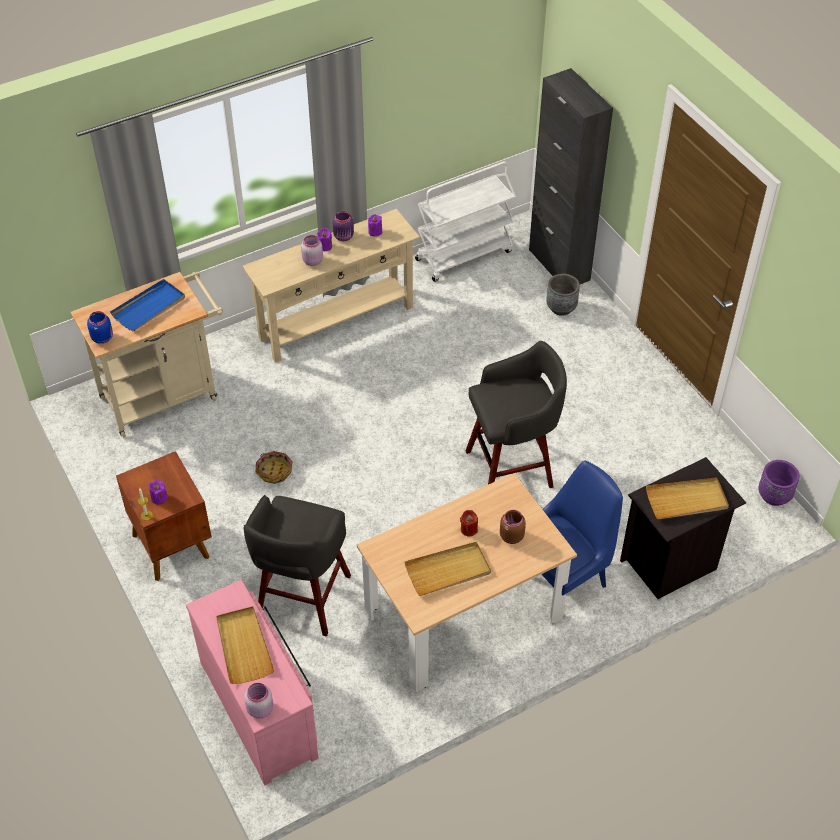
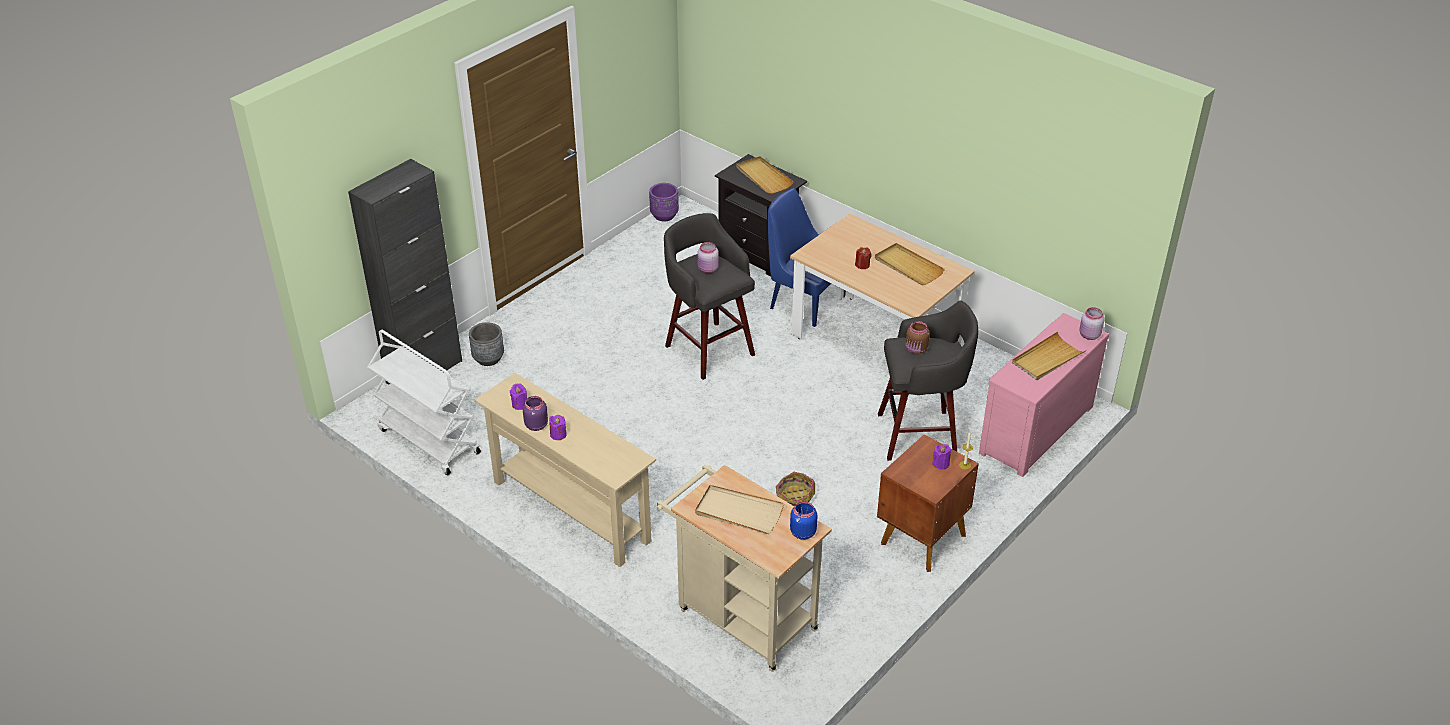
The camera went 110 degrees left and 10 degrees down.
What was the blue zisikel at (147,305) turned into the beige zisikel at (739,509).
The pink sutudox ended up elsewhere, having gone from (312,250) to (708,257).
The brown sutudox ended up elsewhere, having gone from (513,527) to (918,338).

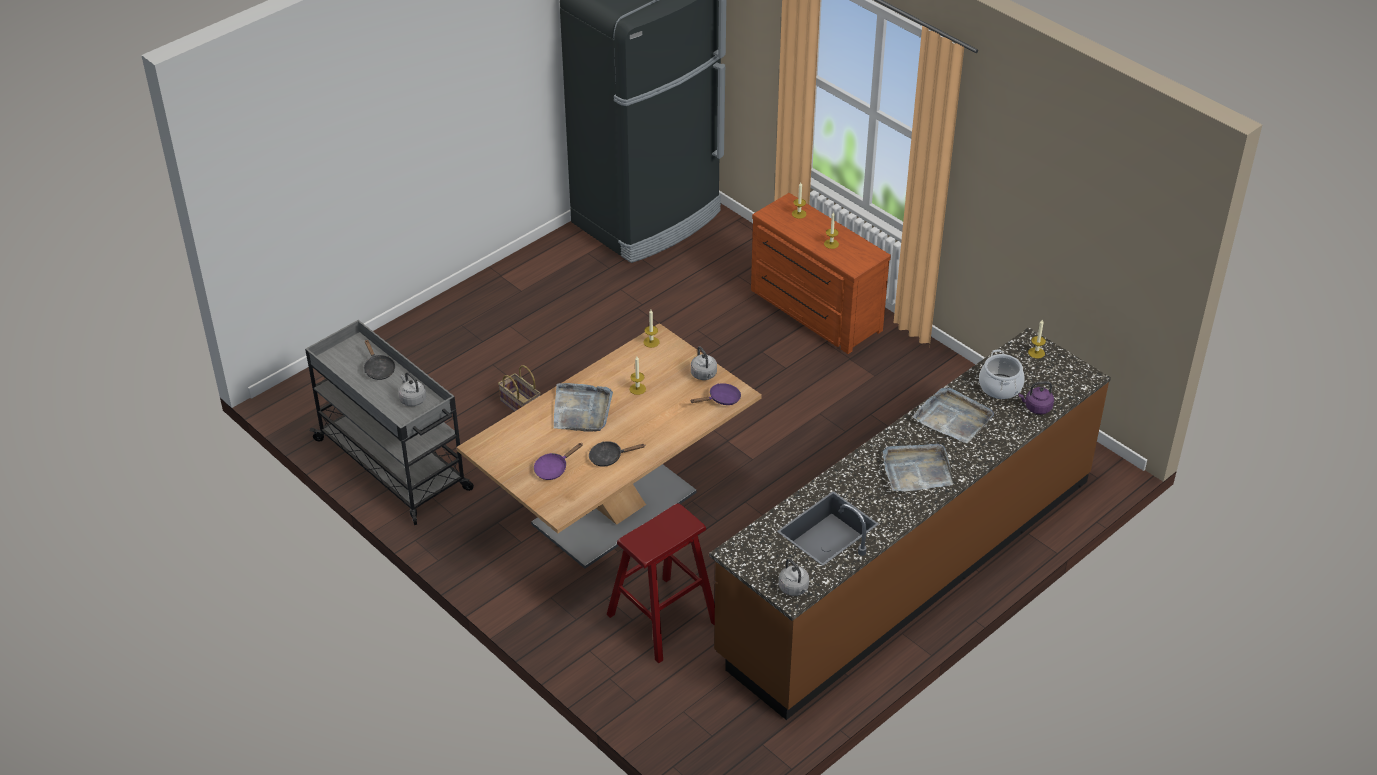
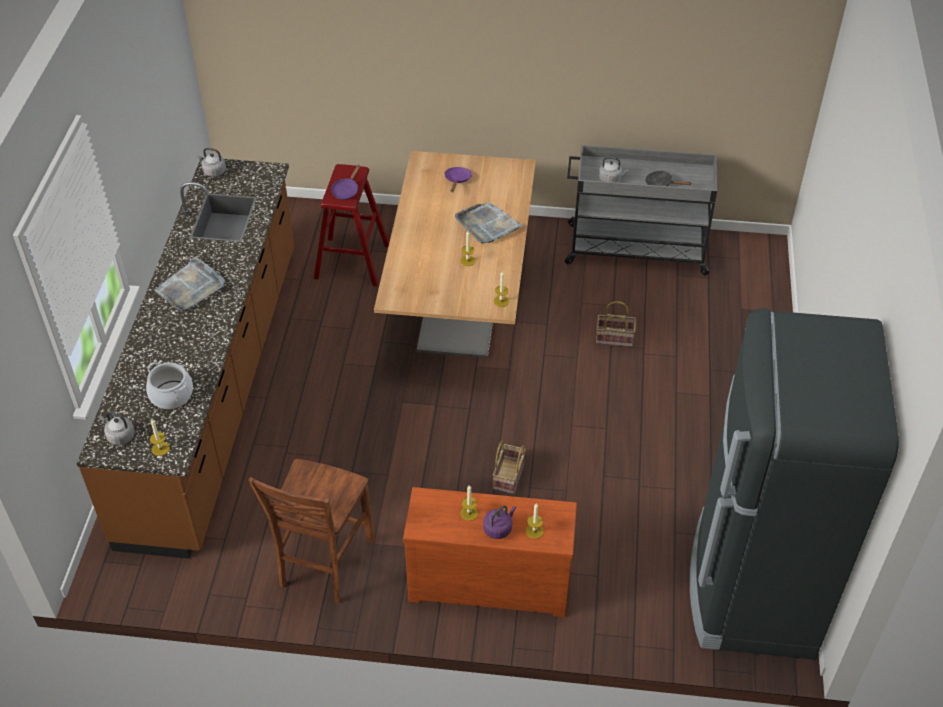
The camera went 140 degrees right and 5 degrees up.
The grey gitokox ended up elsewhere, having gone from (704,363) to (117,428).
The second view gained the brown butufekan at (311,531).
The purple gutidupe ended up elsewhere, having gone from (715,394) to (345,182).
The purple gitokox ended up elsewhere, having gone from (1036,397) to (499,522).
The second view gained the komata at (509,467).
The second view lost the black gutidupe at (617,454).
The second view lost the grey zisikel at (953,415).

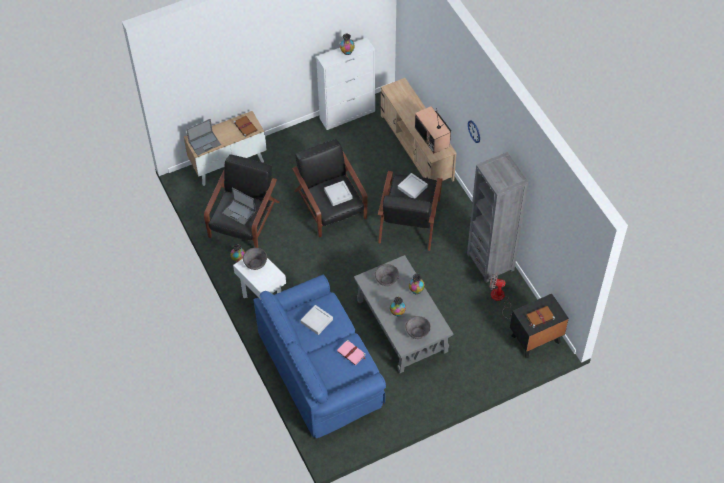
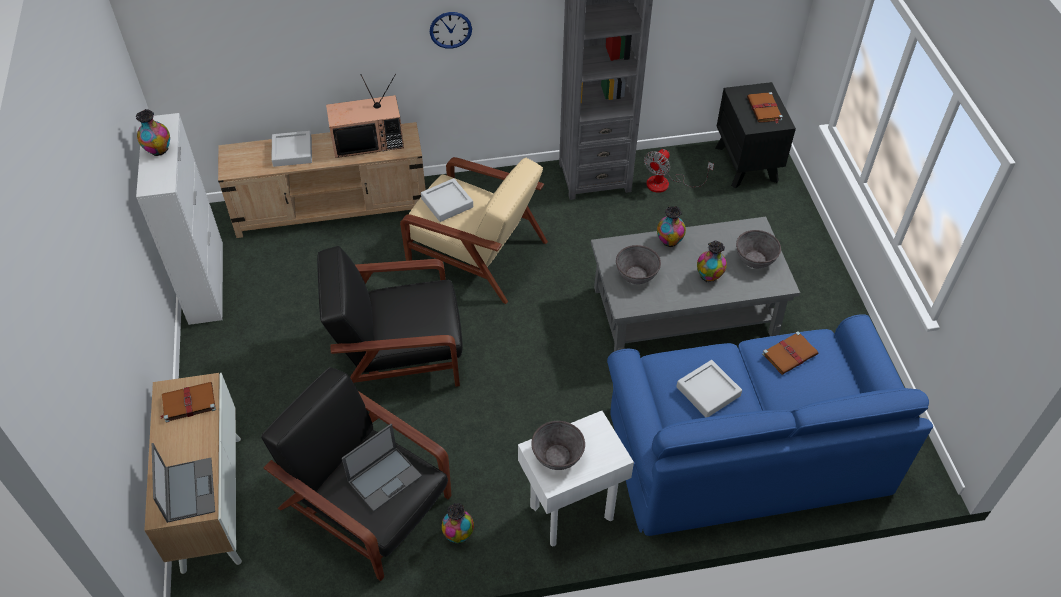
The camera went 75 degrees left and 5 degrees down.
The grey zisikel ended up elsewhere, having gone from (338,193) to (291,149).
What was the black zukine at (410,211) turned into the beige zukine at (474,230).
What was the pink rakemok at (351,352) turned into the brown rakemok at (790,353).

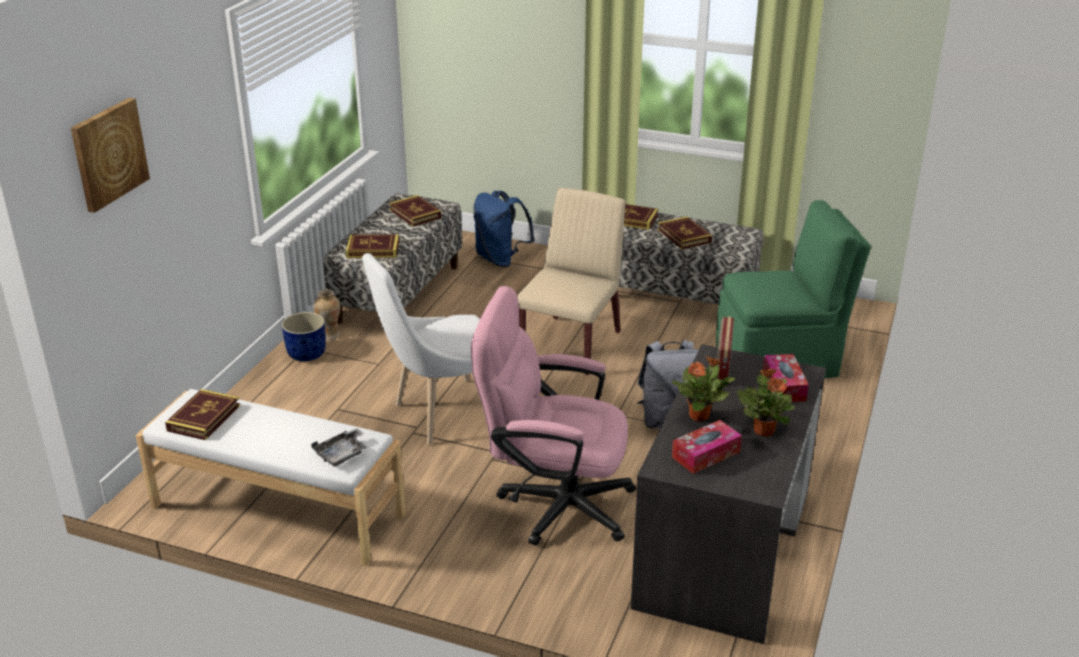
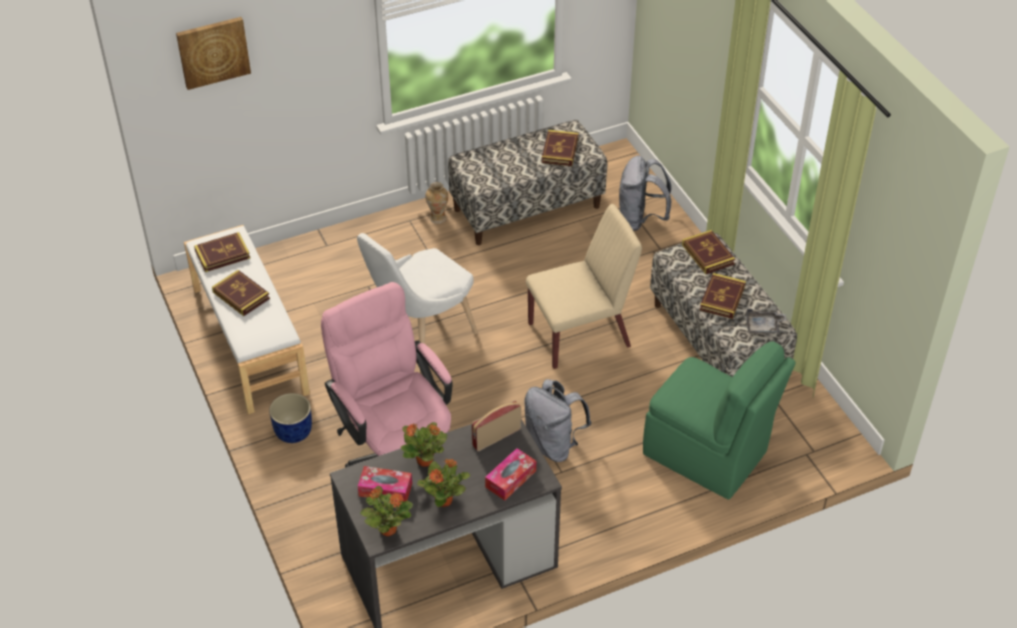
The camera went 45 degrees right and 15 degrees up.
The rakemok ended up elsewhere, having gone from (372,246) to (241,293).
The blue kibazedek ended up elsewhere, having gone from (304,336) to (290,418).
The white butufekan at (421,349) ended up facing another way, 60 degrees counterclockwise from before.
The second view gained the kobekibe at (386,511).
What was the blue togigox at (504,229) turned into the grey togigox at (645,193).
The grey zisikel ended up elsewhere, having gone from (339,447) to (766,321).

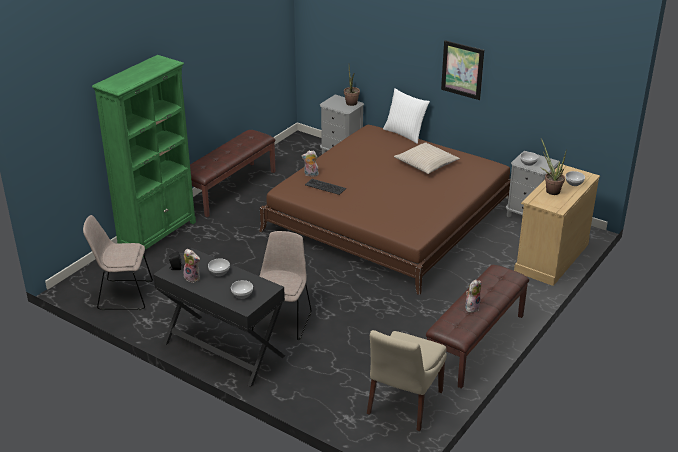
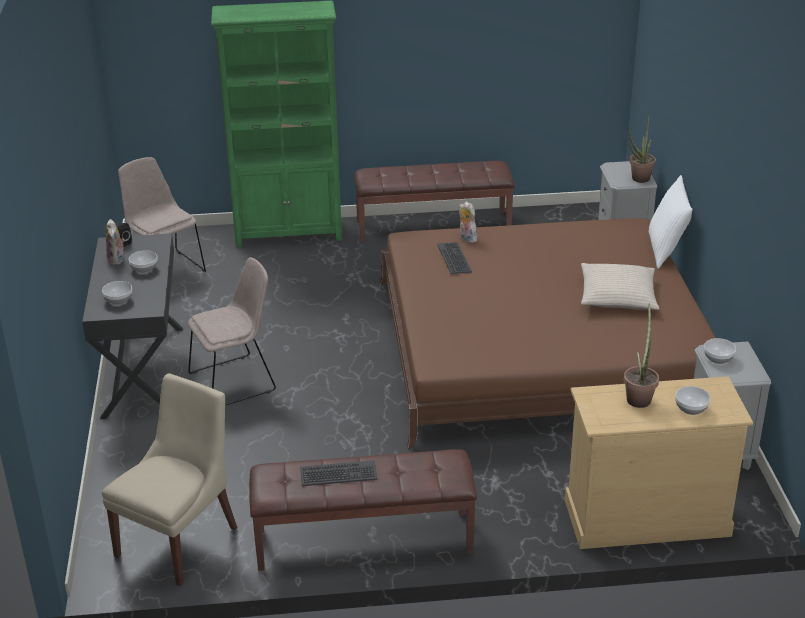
The camera went 50 degrees right and 0 degrees up.
The beige butufekan at (407,380) ended up facing another way, 135 degrees clockwise from before.
Where the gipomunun stood at (473,296), the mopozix came to stand at (338,473).
The second view lost the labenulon at (462,70).

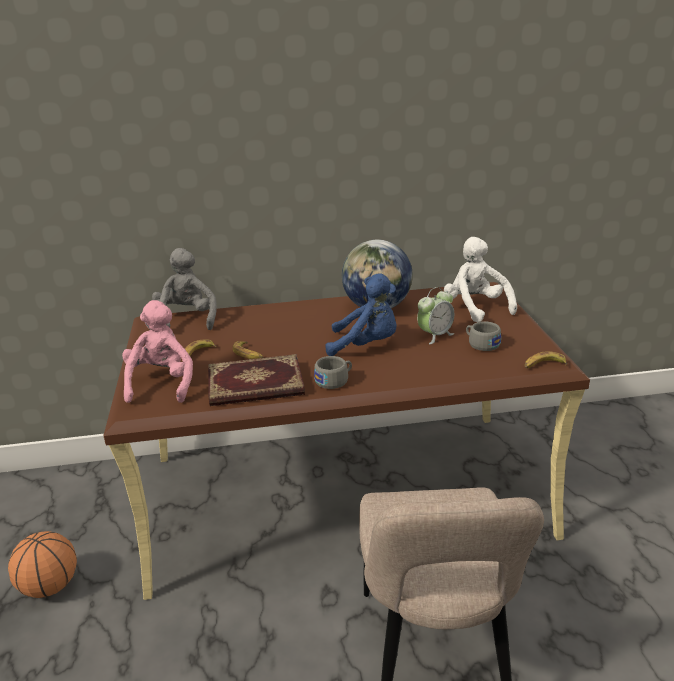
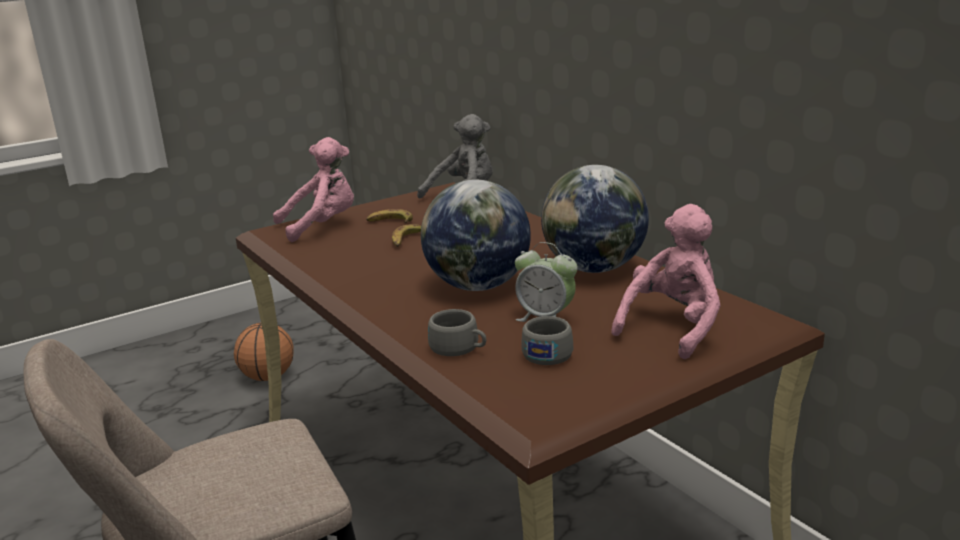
The camera went 65 degrees right and 5 degrees down.
Where the blue gipomunun stood at (361,314), the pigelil came to stand at (476,235).
The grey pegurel ended up elsewhere, having gone from (333,372) to (457,332).
What was the white gipomunun at (480,279) turned into the pink gipomunun at (666,281).
The second view lost the rakemok at (256,380).
The second view lost the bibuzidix at (546,359).

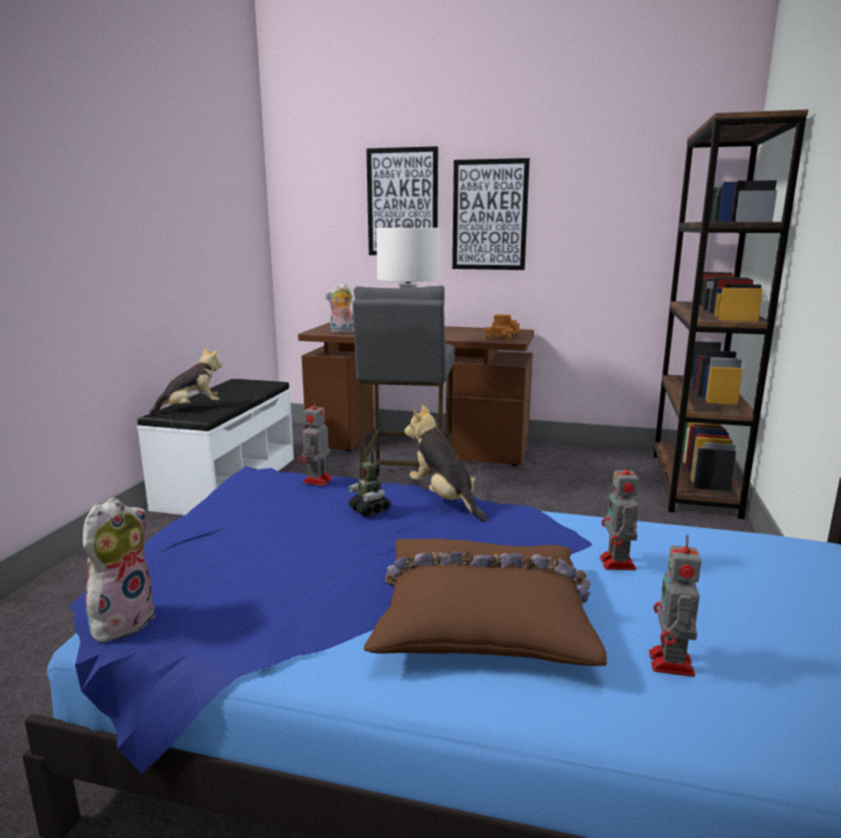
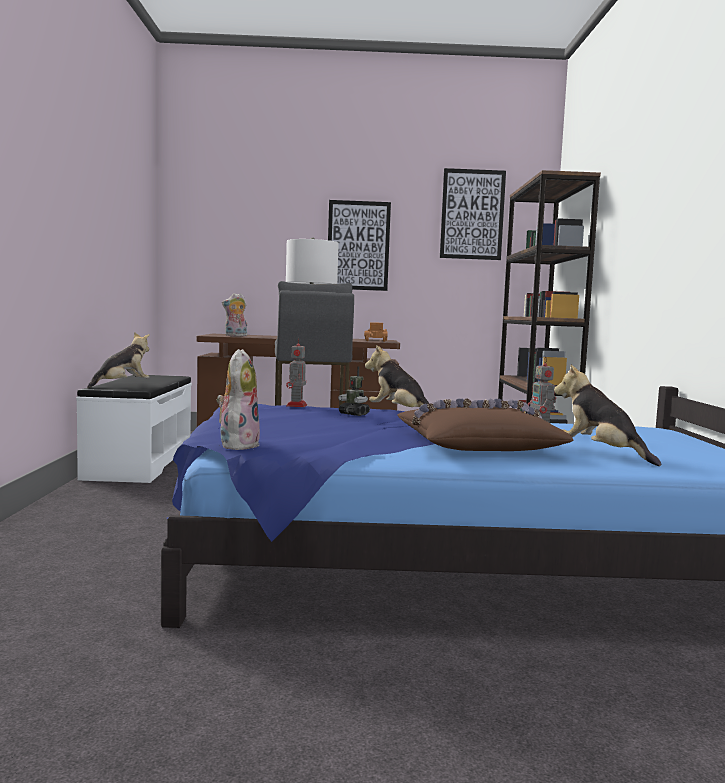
The camera went 15 degrees left and 10 degrees down.
The labenulon ended up elsewhere, having gone from (402,200) to (473,214).
Where the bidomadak stood at (675,606), the gipomunun came to stand at (607,415).

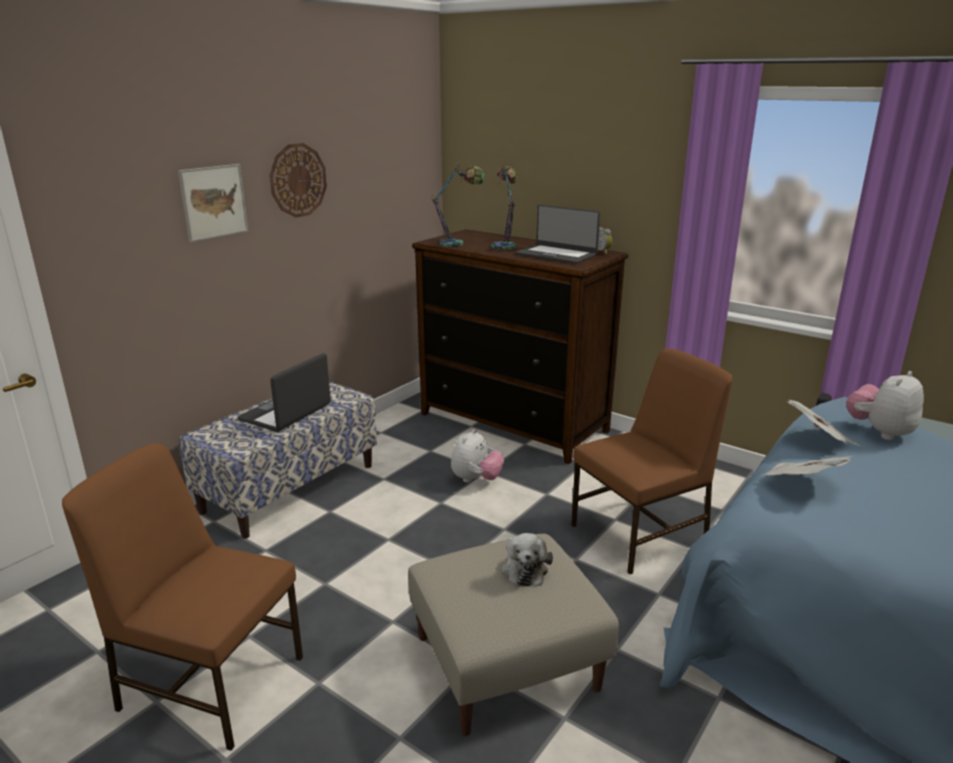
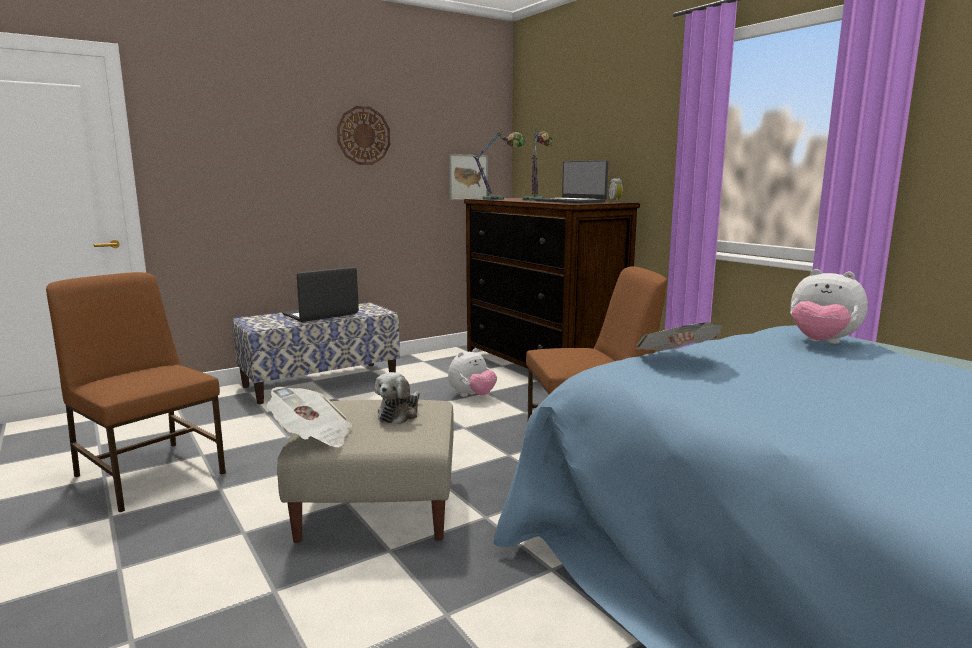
The camera went 20 degrees right and 10 degrees down.
The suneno ended up elsewhere, having gone from (824,423) to (309,417).
The labenulon ended up elsewhere, having gone from (213,203) to (468,177).
The gipomunun at (885,405) ended up facing another way, 120 degrees counterclockwise from before.

